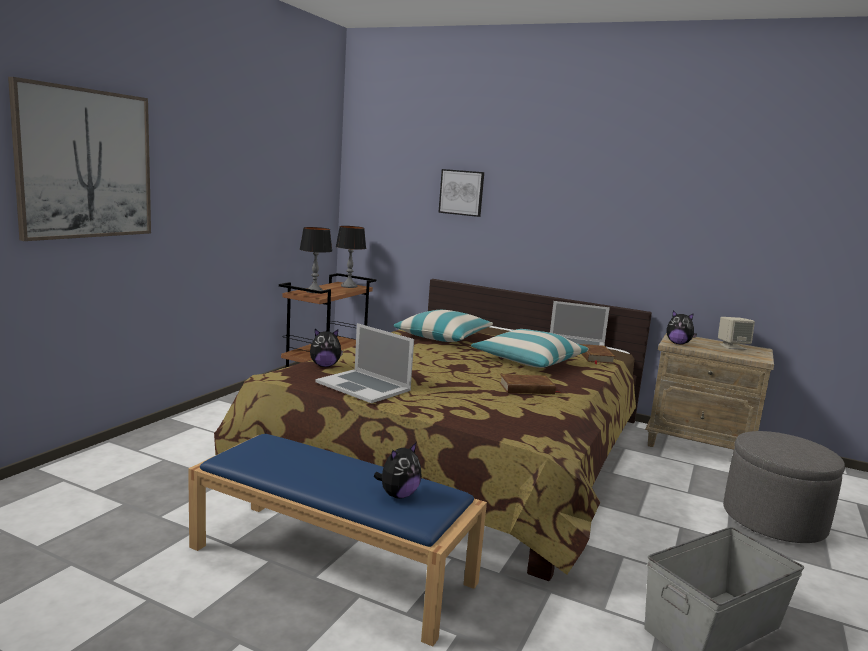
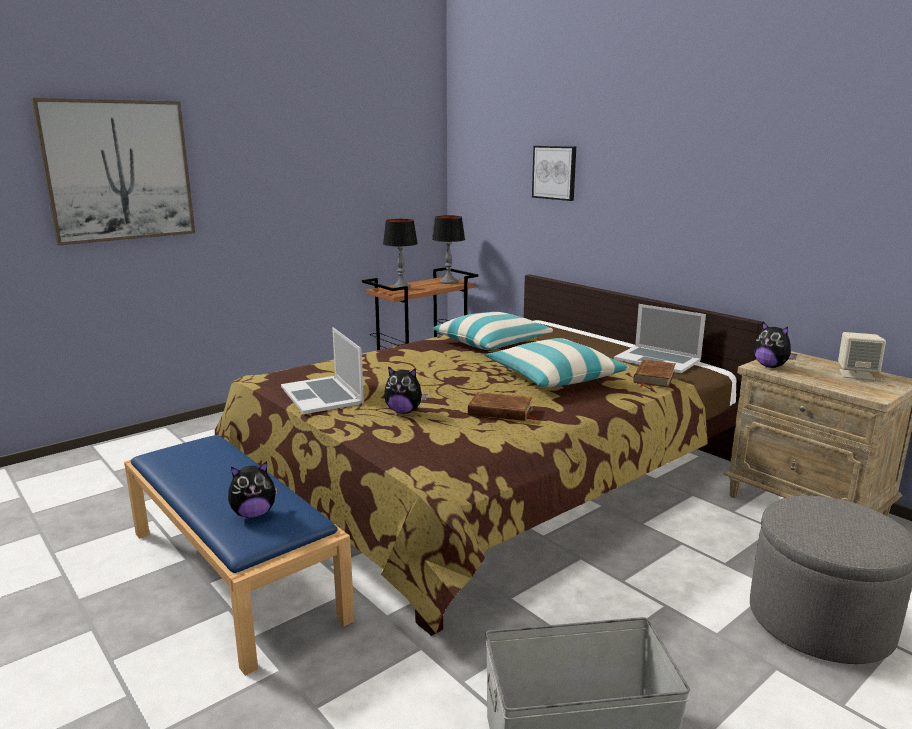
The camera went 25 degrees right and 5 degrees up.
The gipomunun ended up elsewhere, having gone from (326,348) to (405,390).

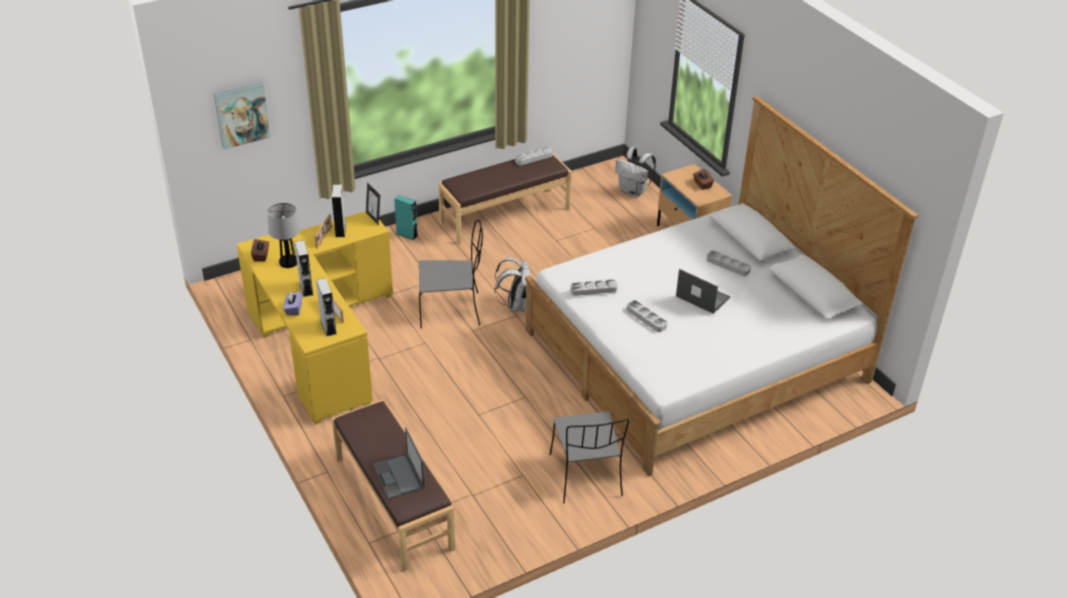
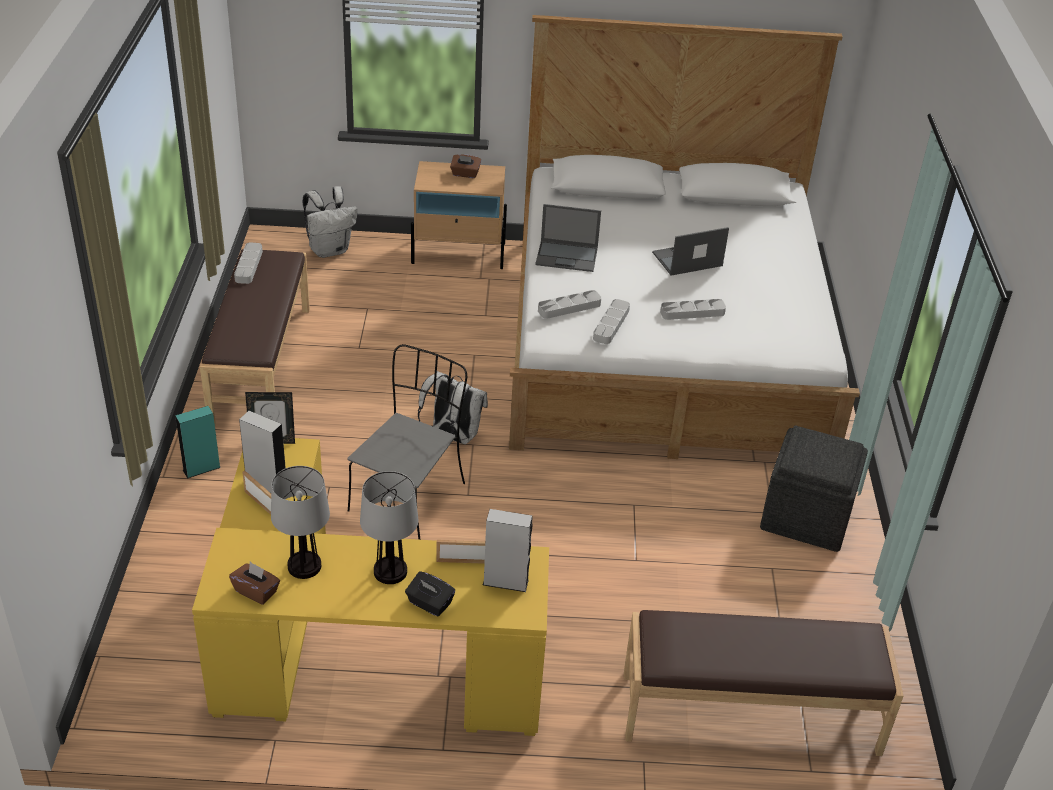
The camera went 60 degrees left and 0 degrees up.
Where the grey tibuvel stood at (303,268), the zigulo came to stand at (389,527).
What was the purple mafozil at (292,303) turned into the black mafozil at (430,594).
The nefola ended up elsewhere, having gone from (398,463) to (568,238).
The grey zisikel ended up elsewhere, having gone from (729,263) to (569,304).
Where the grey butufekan stood at (589,457), the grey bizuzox came to stand at (814,489).
The second view lost the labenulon at (242,115).

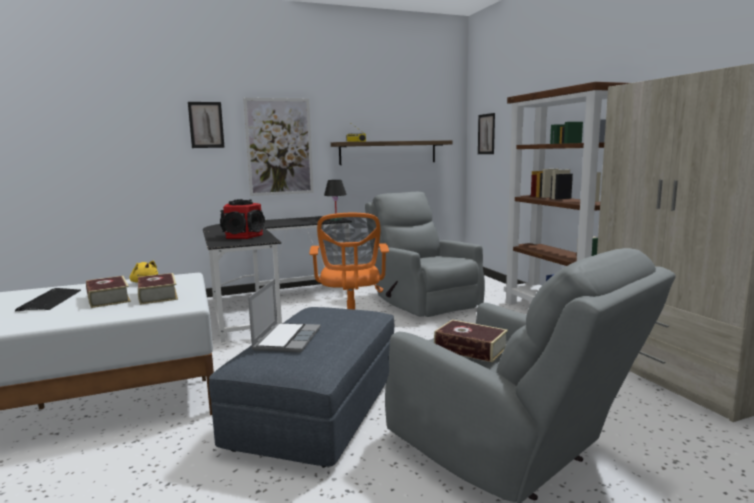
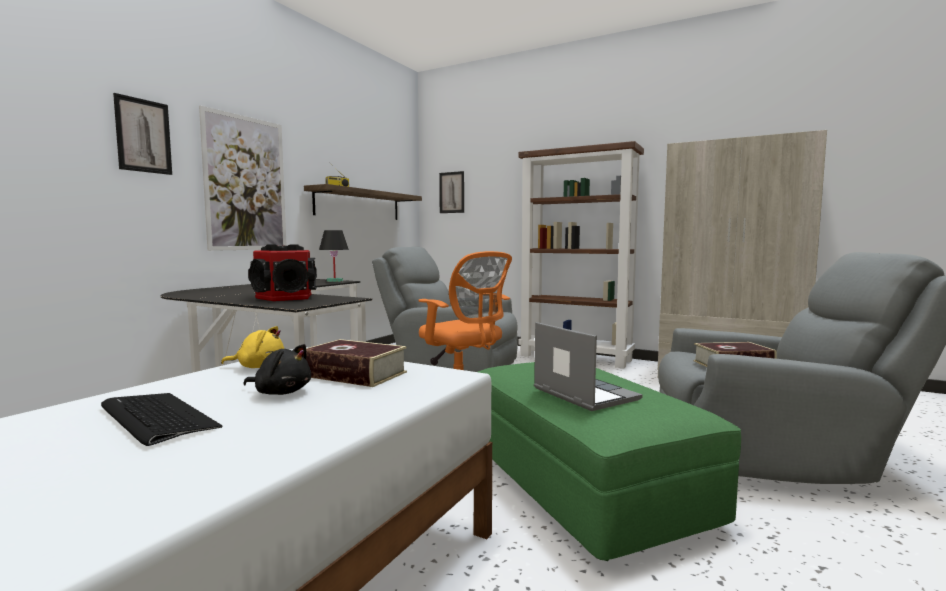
The camera went 40 degrees left and 5 degrees down.
Where the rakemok stood at (108,292), the black gipomunun came to stand at (277,369).
What was the grey bizuzox at (301,387) turned into the green bizuzox at (609,461).

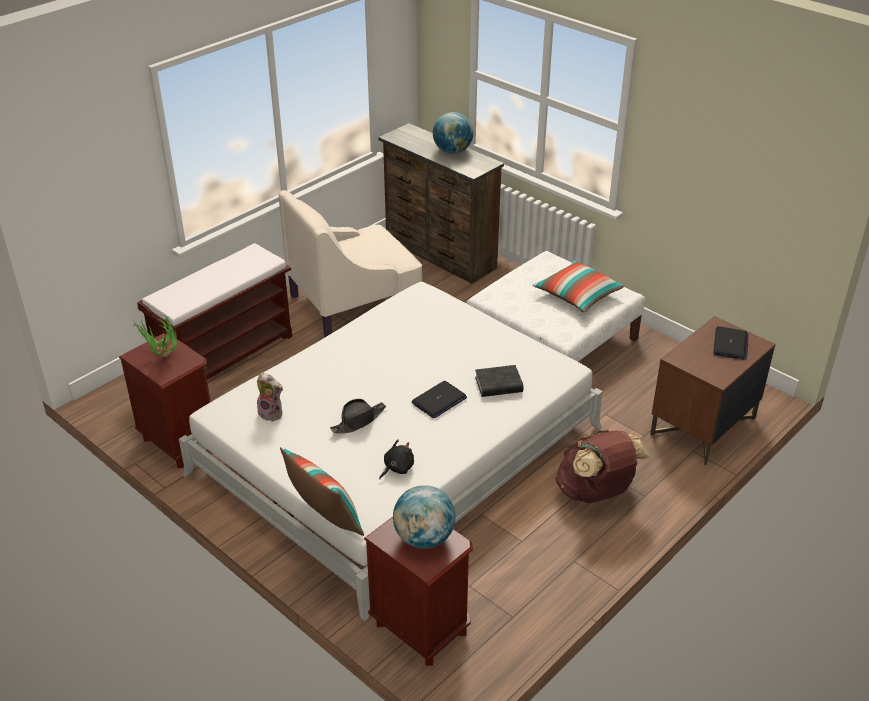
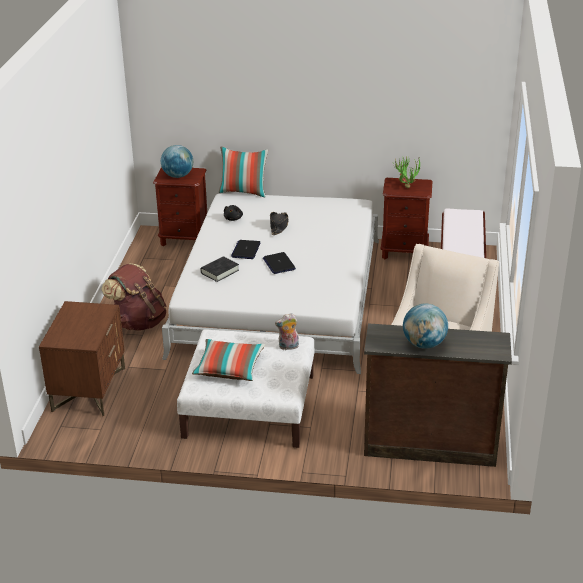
The camera went 145 degrees right and 5 degrees down.
The nefola ended up elsewhere, having gone from (731,343) to (279,263).
The gipomunun ended up elsewhere, having gone from (270,396) to (287,331).

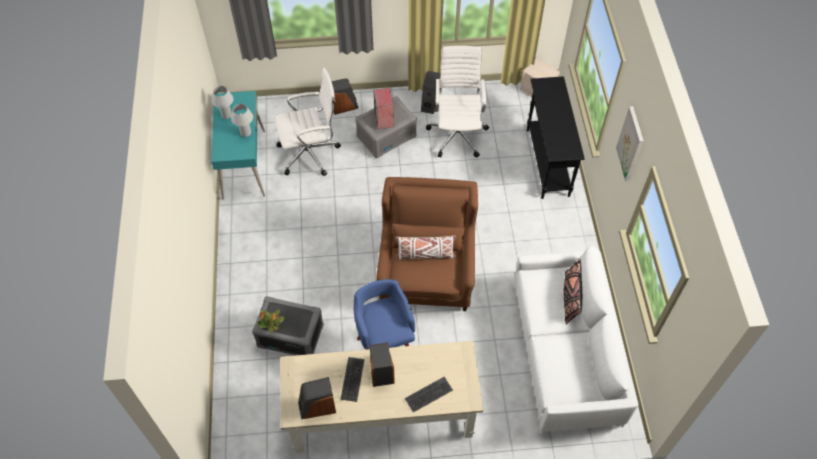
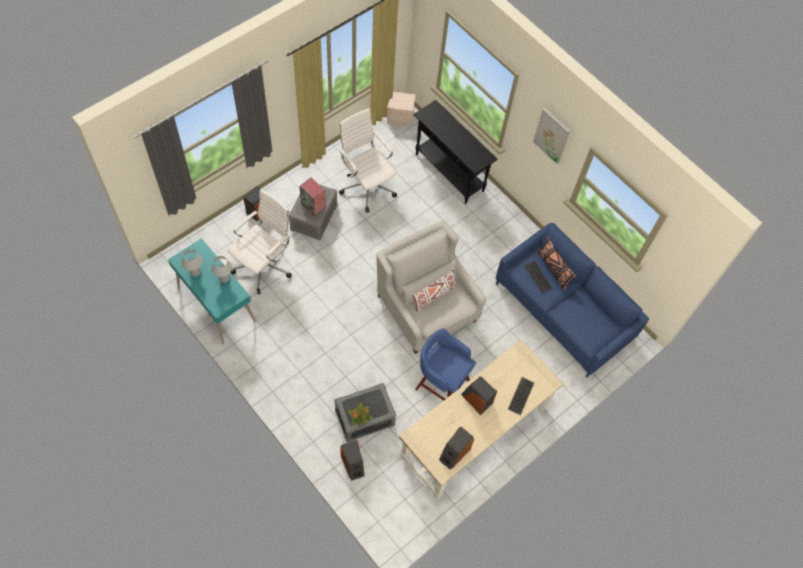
The camera went 40 degrees left and 5 degrees up.
The tibuvel ended up elsewhere, having gone from (431,92) to (352,460).
What was the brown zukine at (427,244) turned into the white zukine at (431,287).
What was the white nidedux at (576,340) turned into the blue nidedux at (572,300).
The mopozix ended up elsewhere, having gone from (352,379) to (538,277).

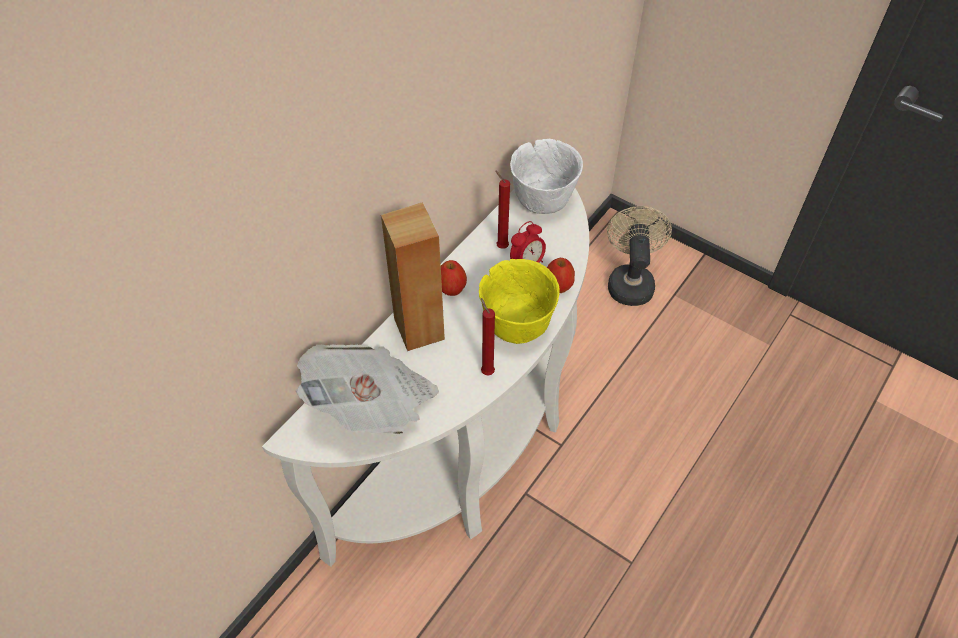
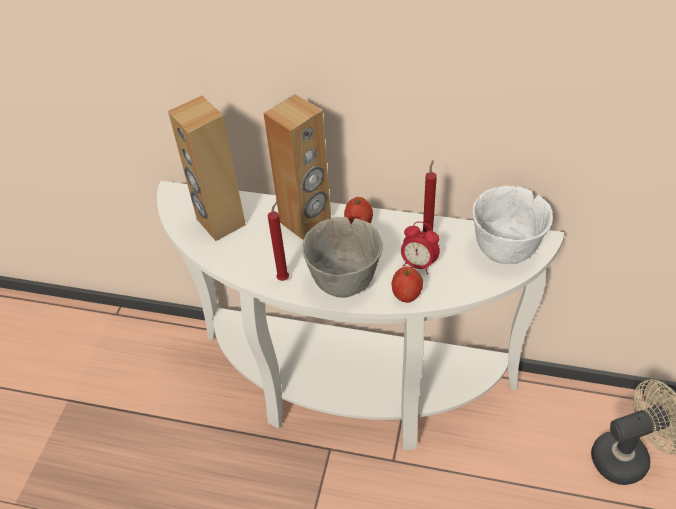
The camera went 70 degrees right and 5 degrees down.
Where the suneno stood at (367,389), the brown tibuvel came to stand at (207,168).
What was the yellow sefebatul at (519,301) turned into the grey sefebatul at (342,257).

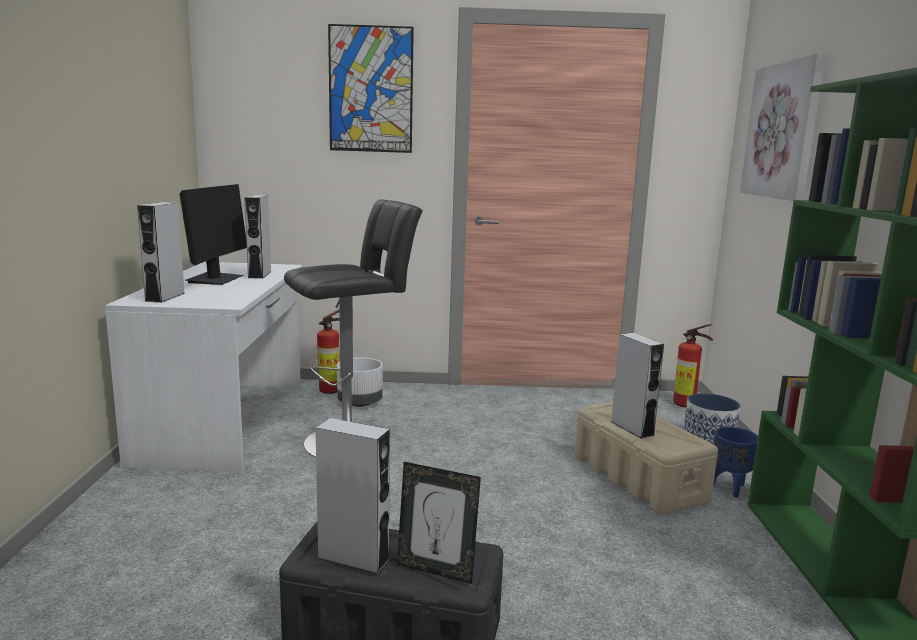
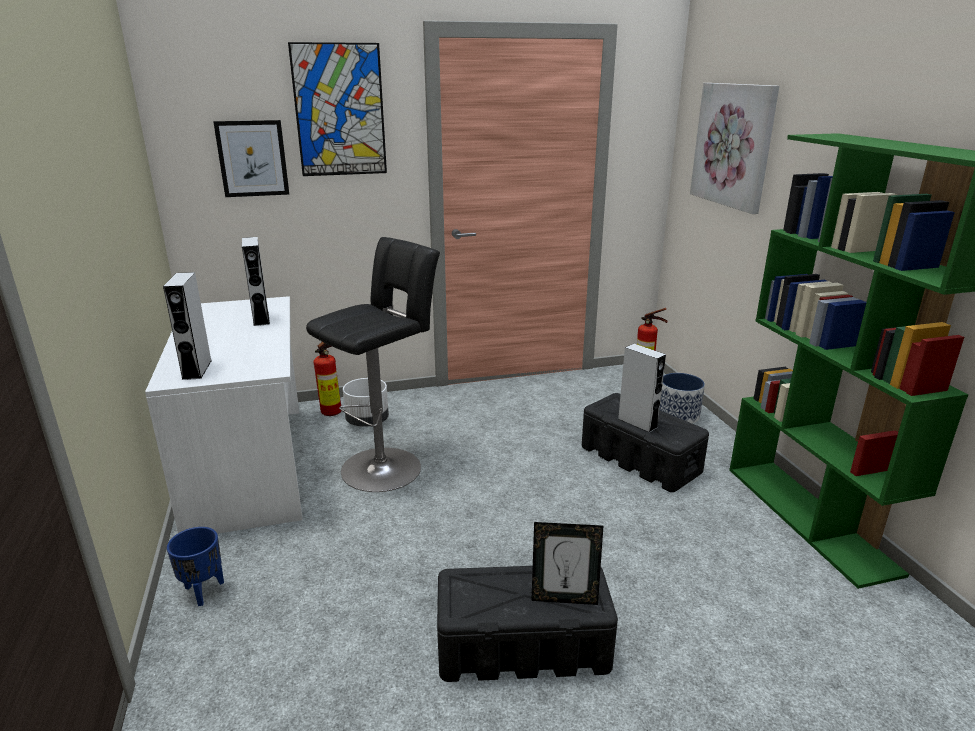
The camera went 15 degrees left and 10 degrees up.
The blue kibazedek ended up elsewhere, having gone from (736,462) to (195,566).
The second view gained the labenulon at (251,158).
What was the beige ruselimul at (646,458) turned into the black ruselimul at (645,442).
The second view lost the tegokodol at (213,234).
The second view lost the grey tibuvel at (352,496).

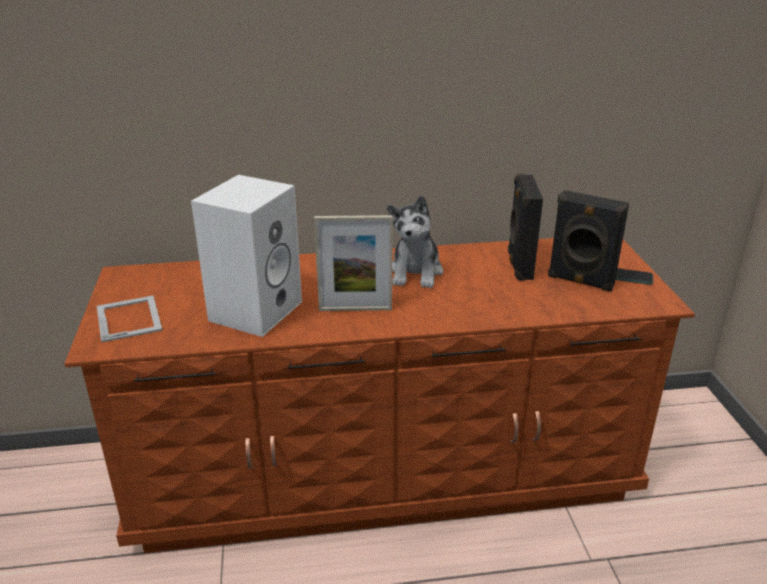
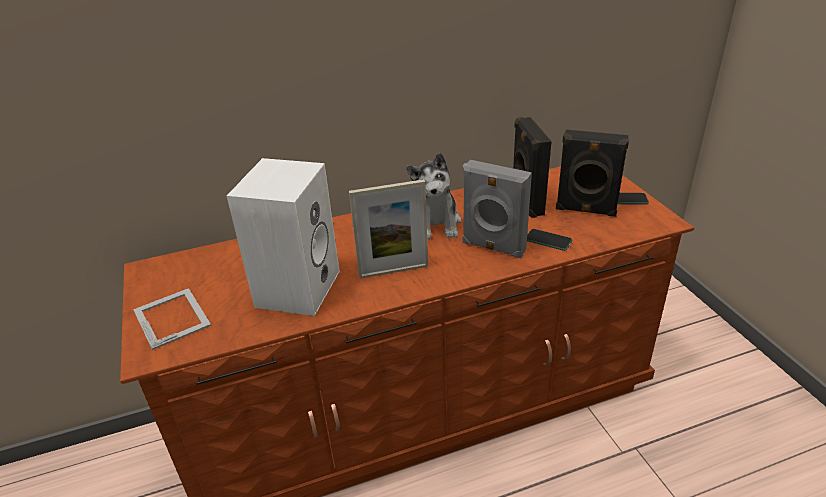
The camera went 10 degrees left and 5 degrees up.
The second view gained the grey tibuvel at (497,209).
The second view gained the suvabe at (549,240).

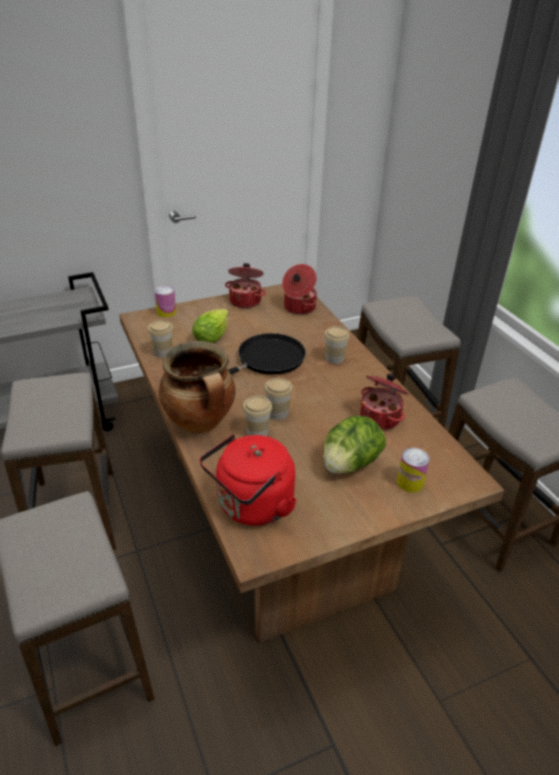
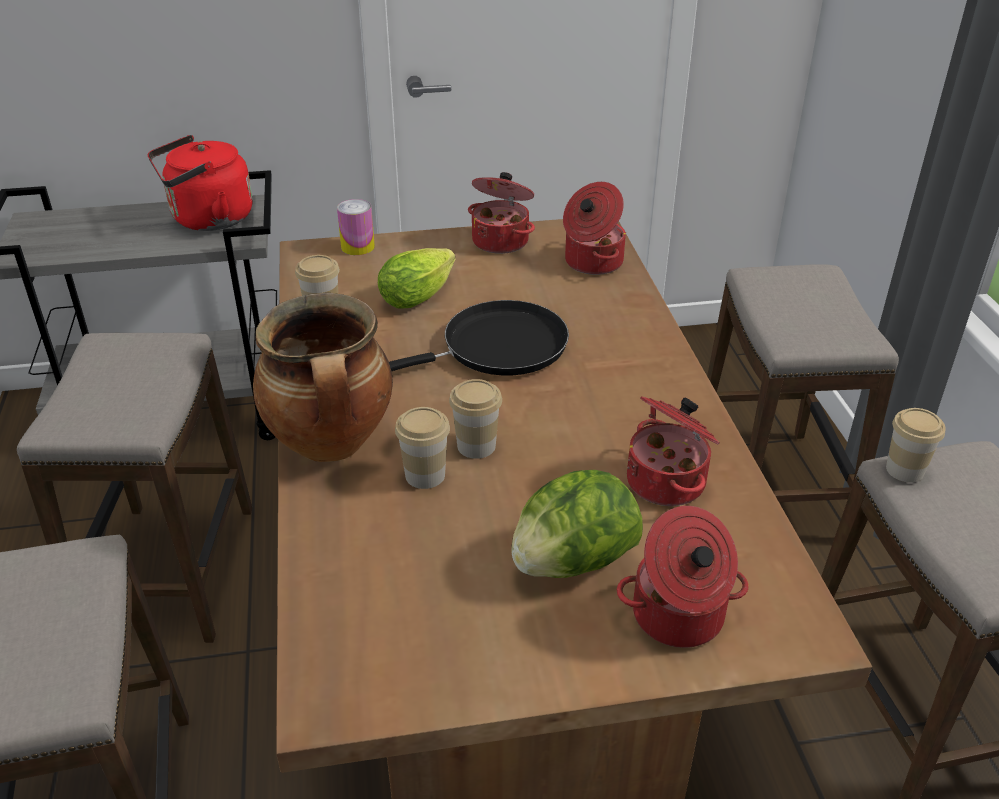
The camera went 15 degrees right and 0 degrees up.
The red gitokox ended up elsewhere, having gone from (248,480) to (200,183).
Where the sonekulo stood at (413,470), the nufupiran came to stand at (683,577).
The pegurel ended up elsewhere, having gone from (337,345) to (915,445).

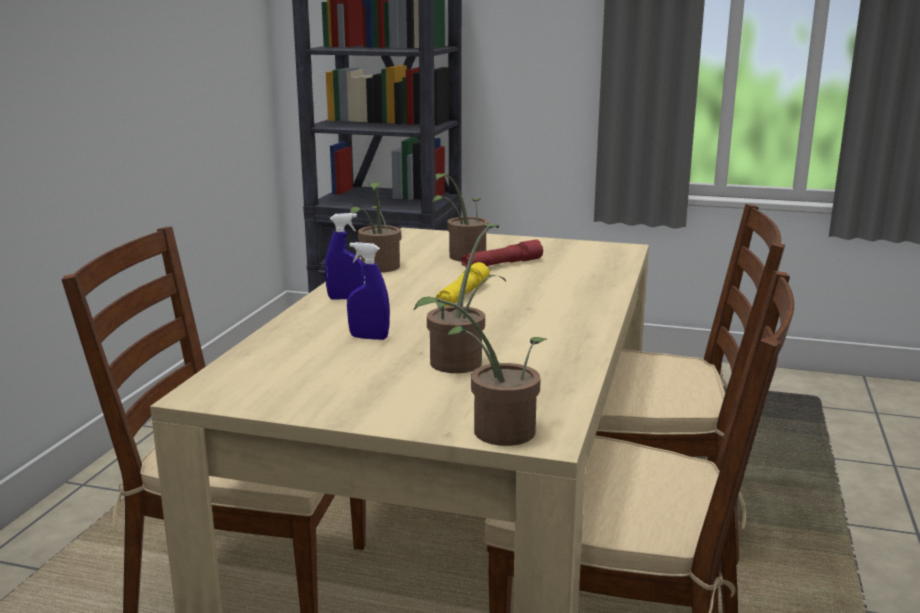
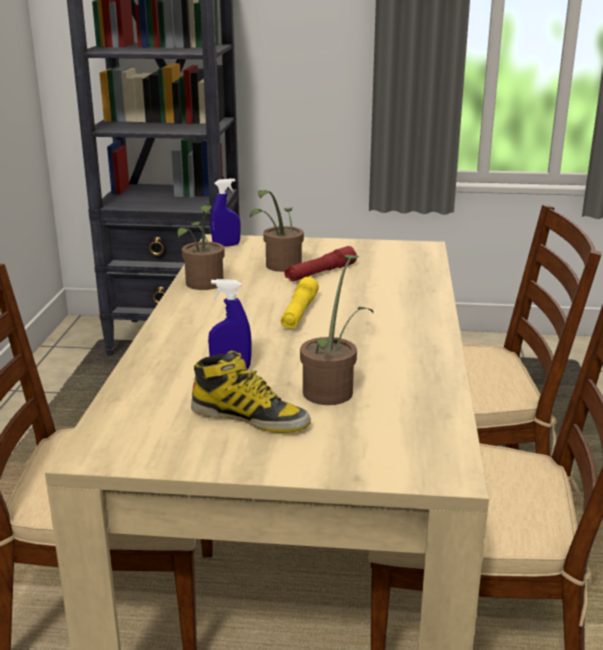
The camera went 10 degrees left and 5 degrees up.
The second view gained the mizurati at (251,391).
The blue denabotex ended up elsewhere, having gone from (344,256) to (226,212).
The second view lost the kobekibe at (480,371).

